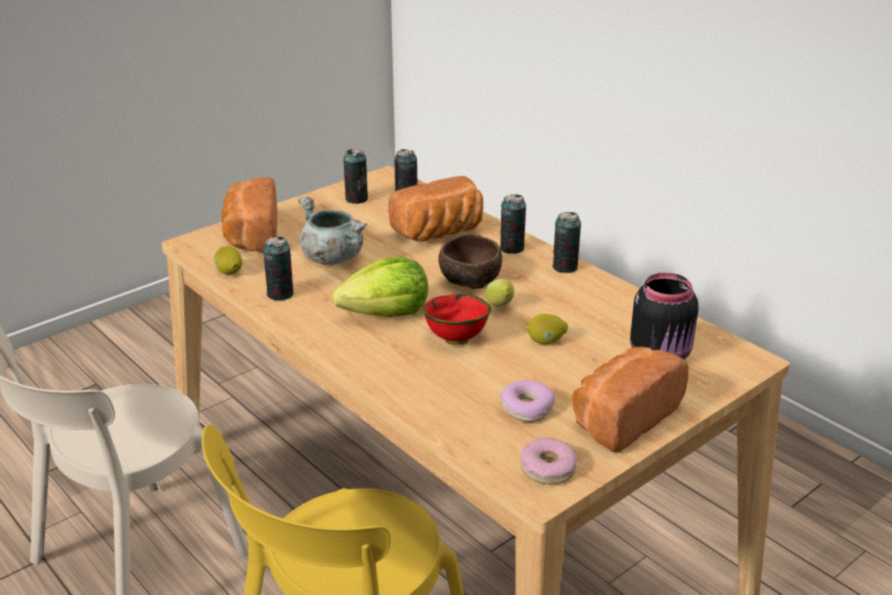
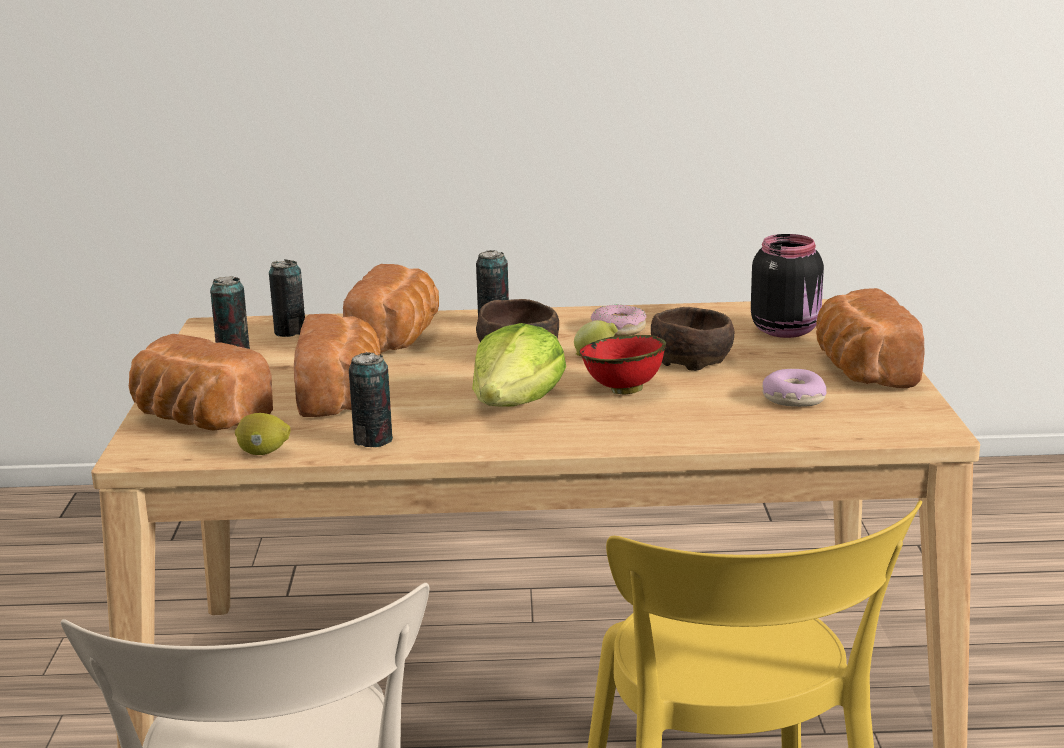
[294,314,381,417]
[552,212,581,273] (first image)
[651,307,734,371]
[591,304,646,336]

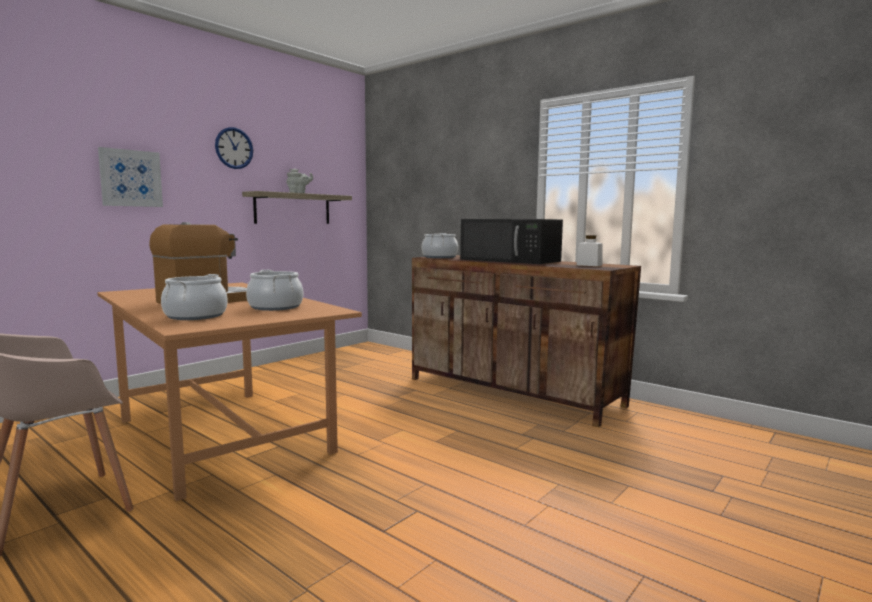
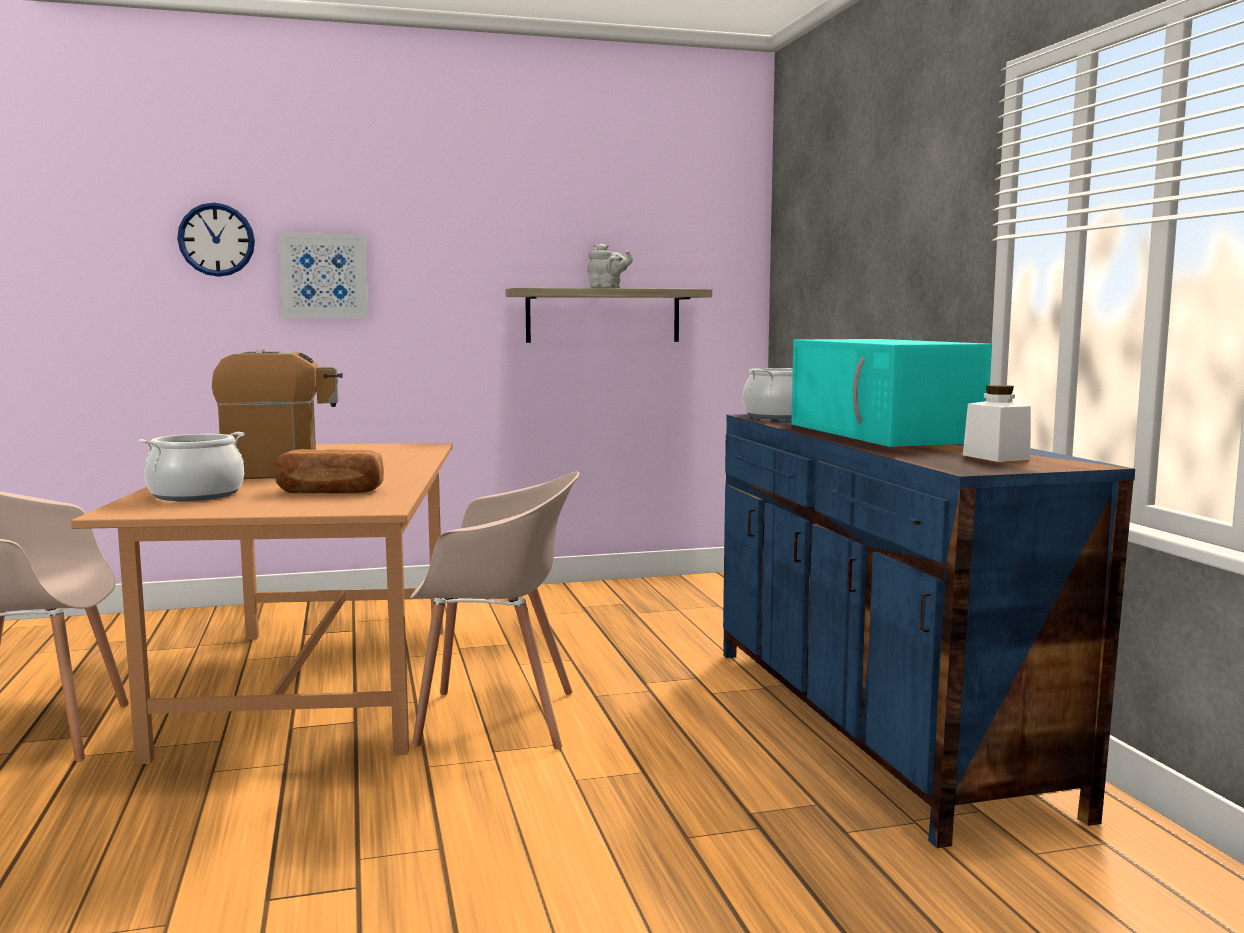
[177,203,255,277]
[791,339,992,447]
[723,414,1135,848]
[274,449,384,493]
[410,471,580,750]

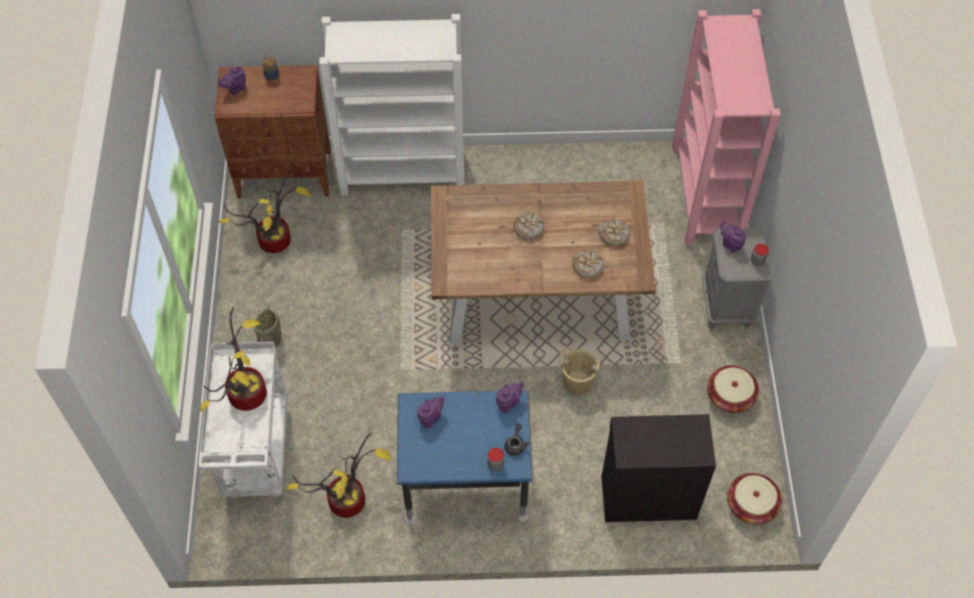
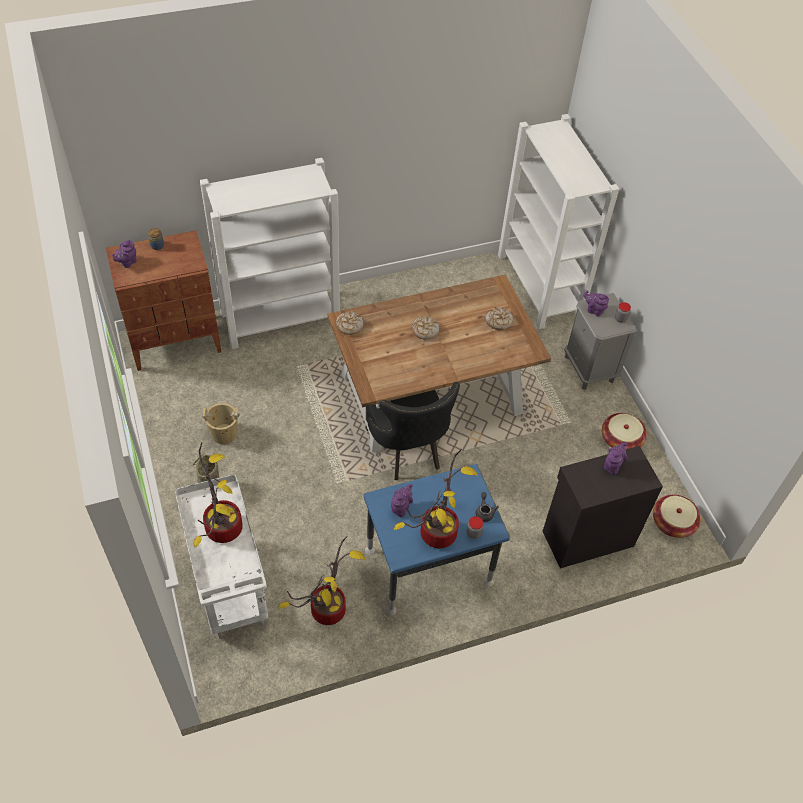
[498,114,619,329]
[393,449,478,548]
[336,311,364,335]
[203,403,240,444]
[604,443,627,475]
[366,382,460,480]

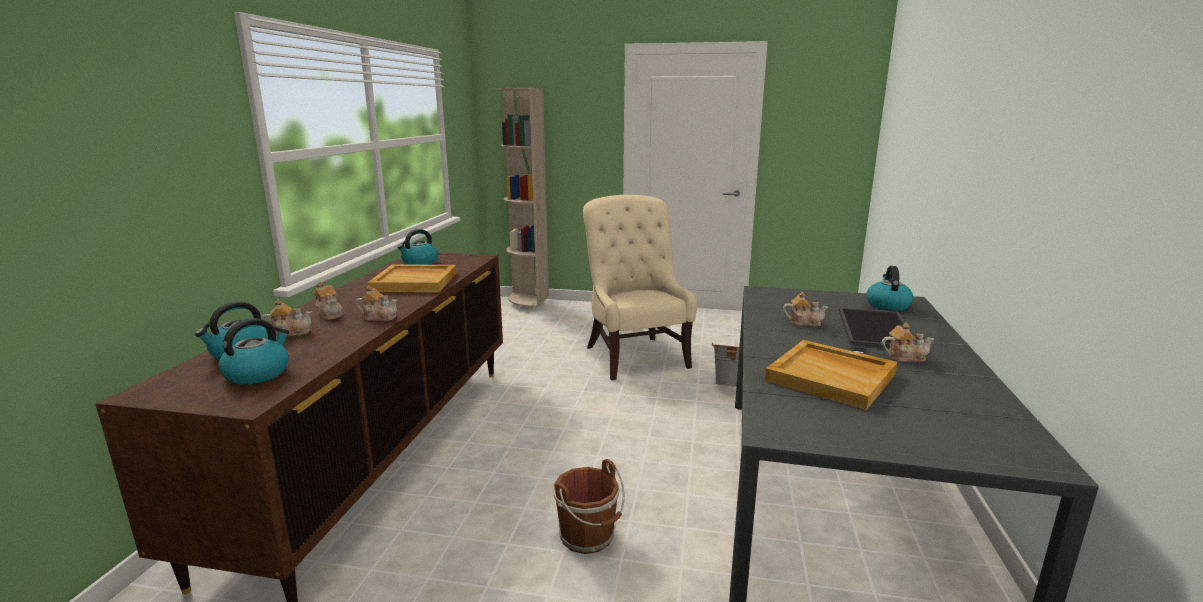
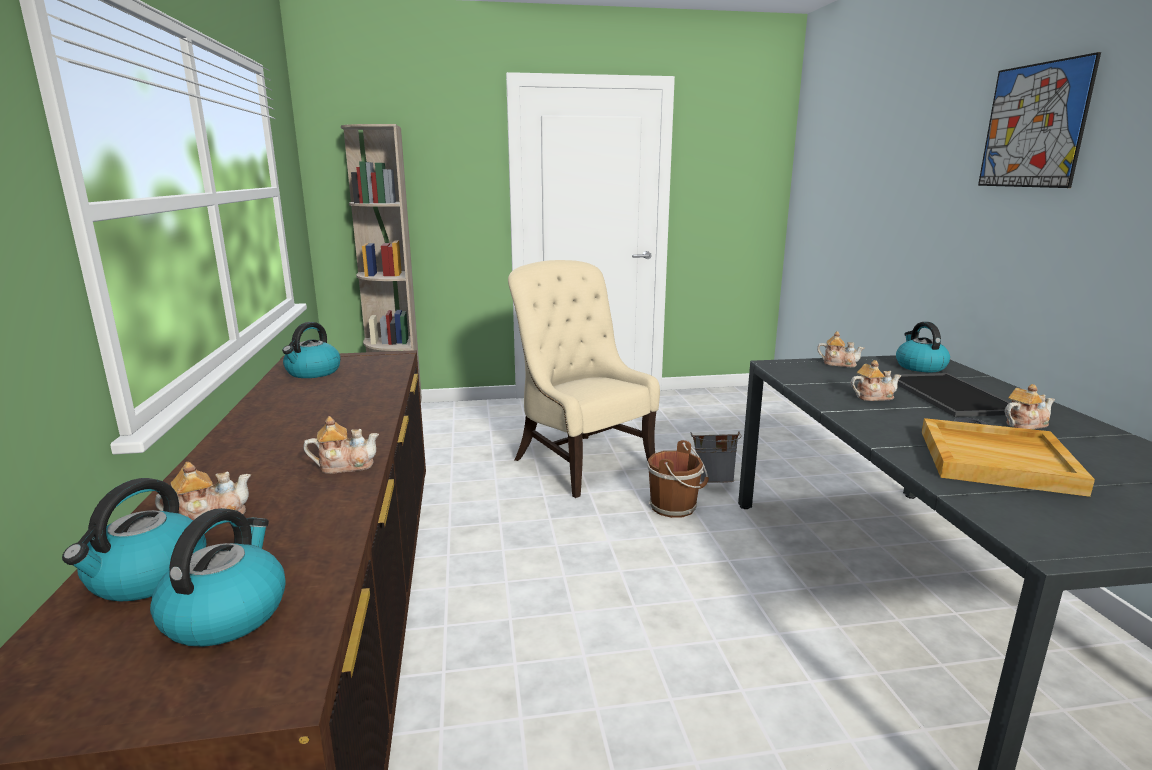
[367,265,456,292] (first image)
[817,331,864,367]
[647,440,709,518]
[978,52,1101,188]

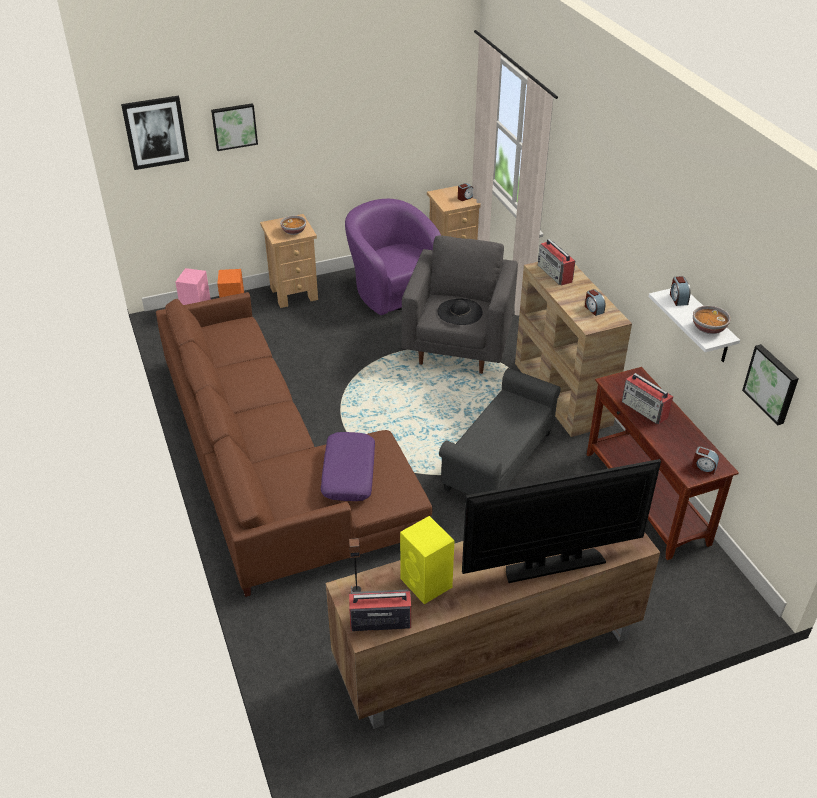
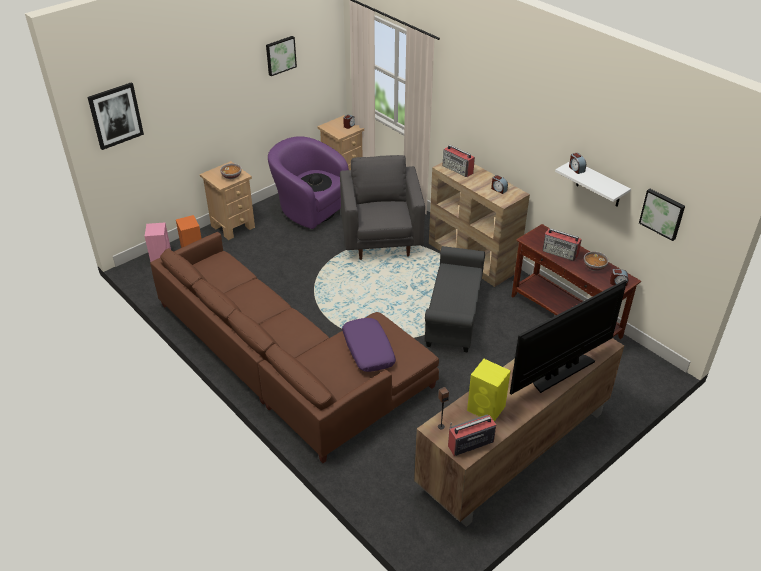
[266,36,297,76]
[301,173,332,192]
[584,251,609,271]

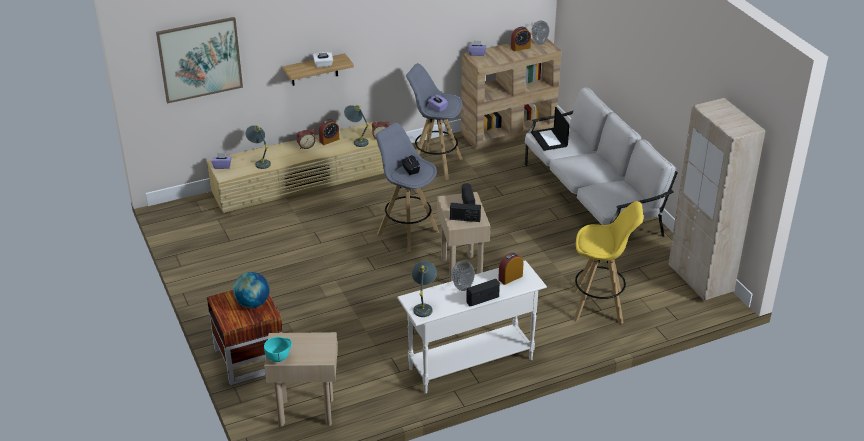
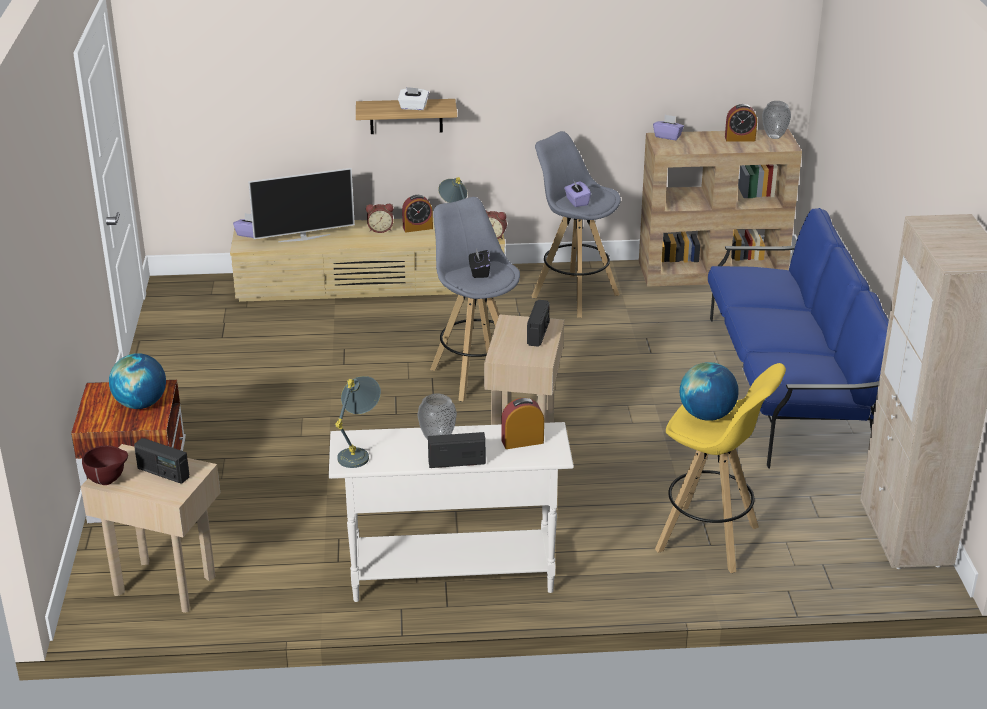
[156,17,243,104] (first image)
[708,208,889,469]
[531,107,570,151] (first image)
[248,168,355,242]
[134,438,189,484]
[82,445,128,485]
[680,362,739,421]

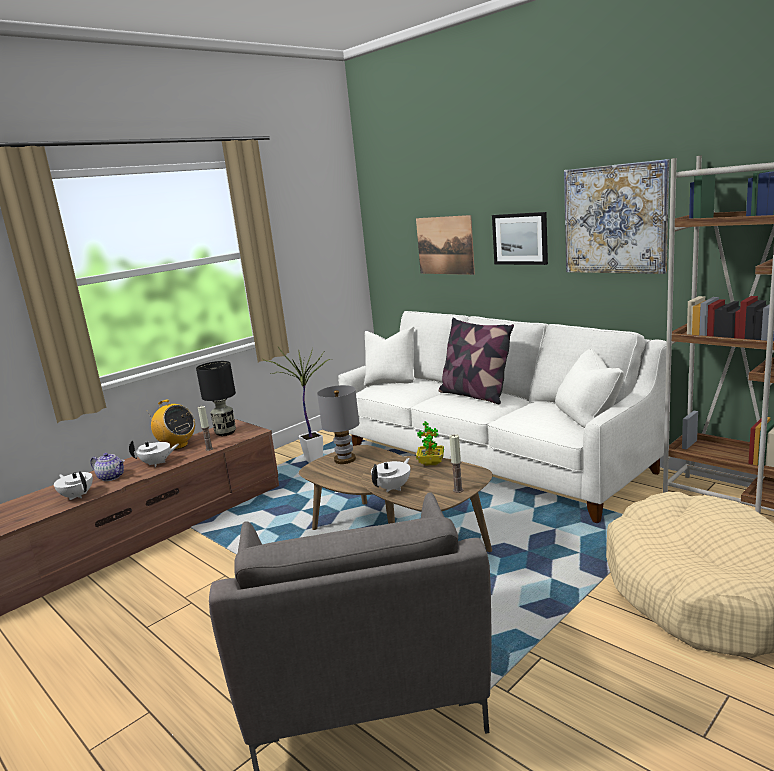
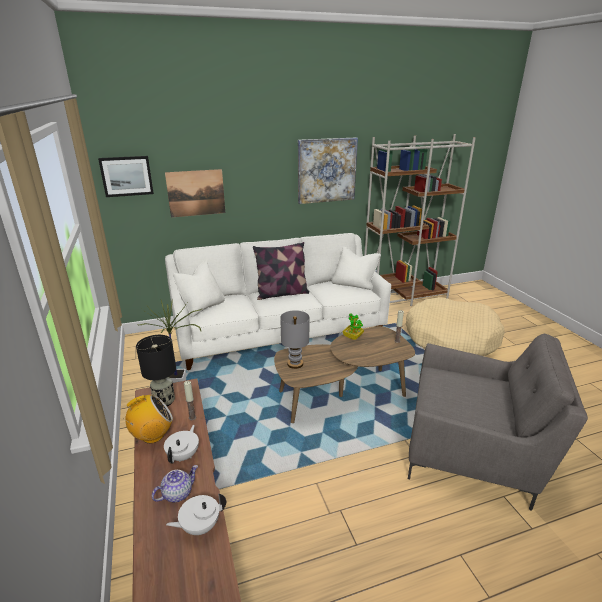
[98,156,154,197]
[371,458,410,492] (first image)

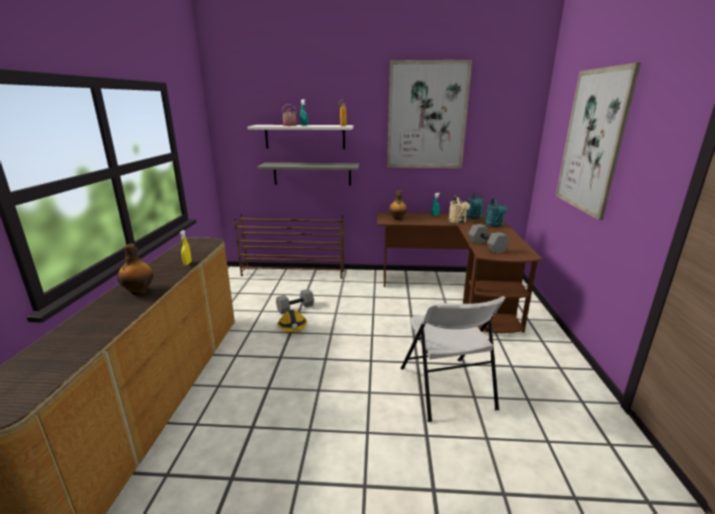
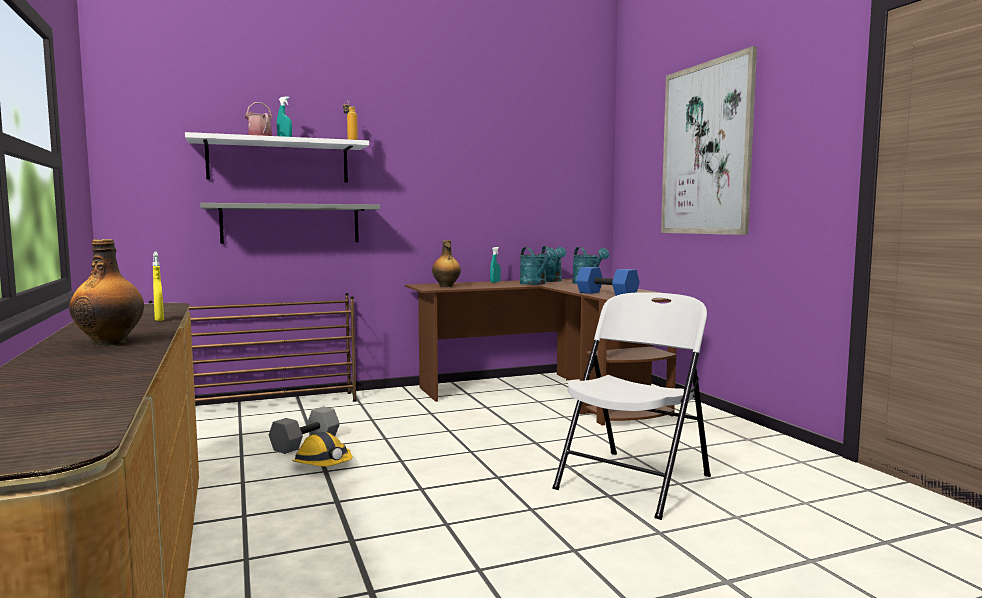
[387,60,472,168] (first image)
[520,247,557,285]
[576,267,640,296]
[552,292,711,520]

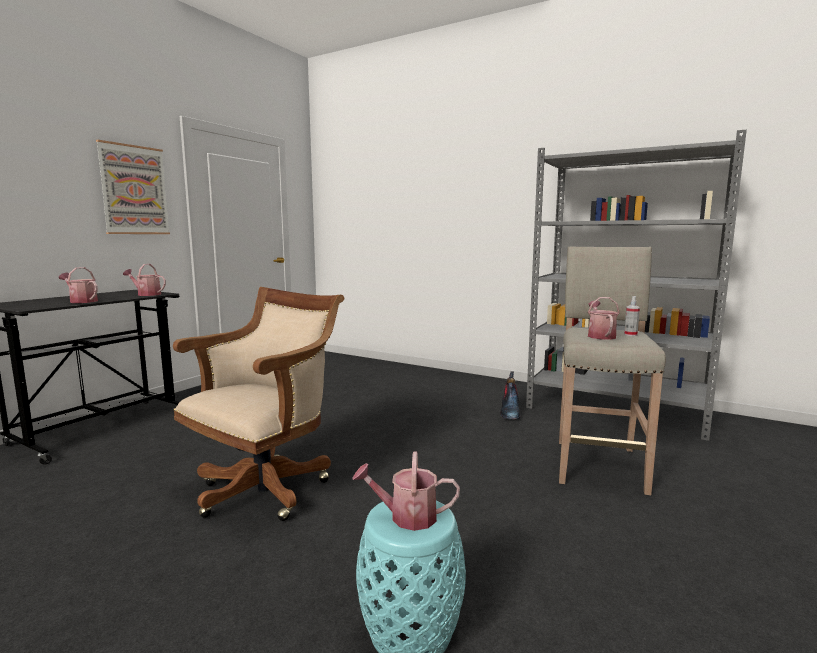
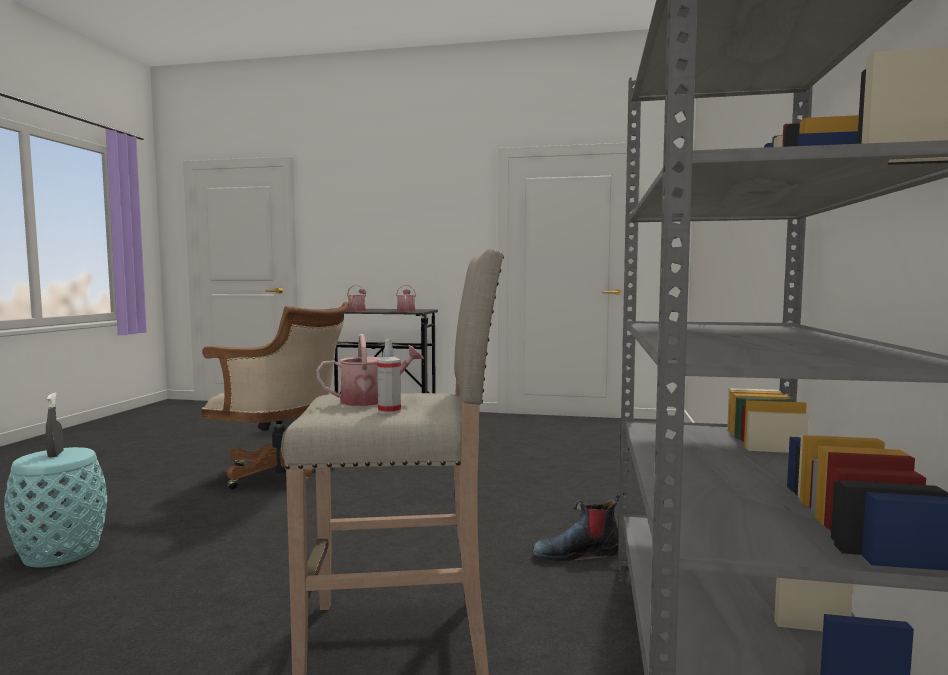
[96,140,170,234] (first image)
[46,393,63,458]

